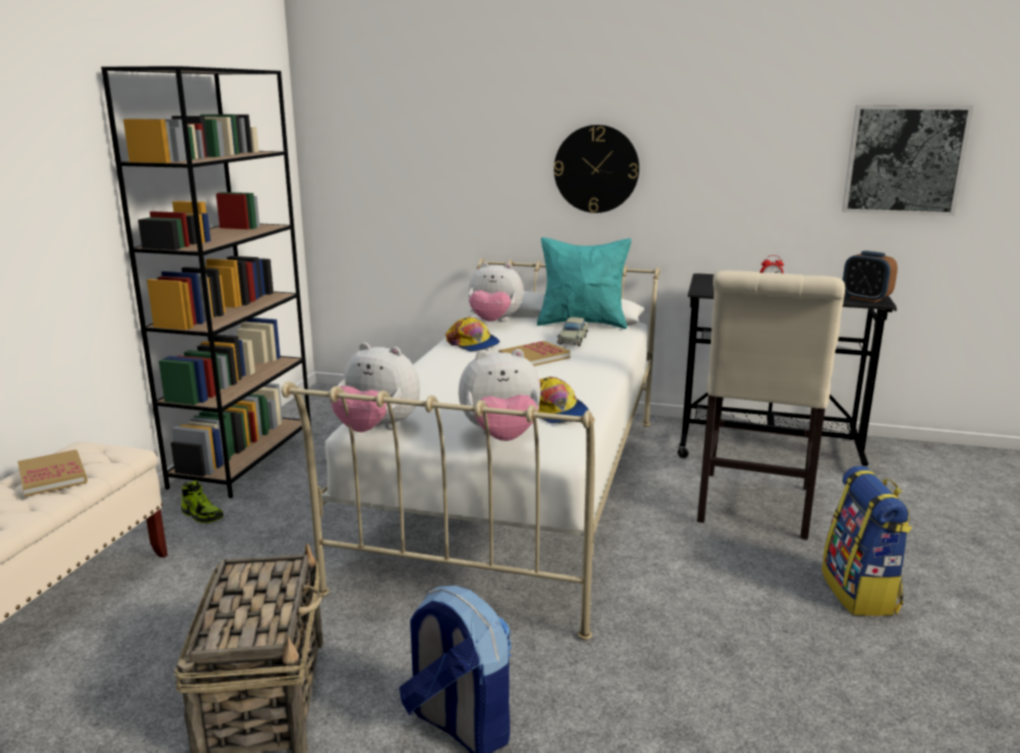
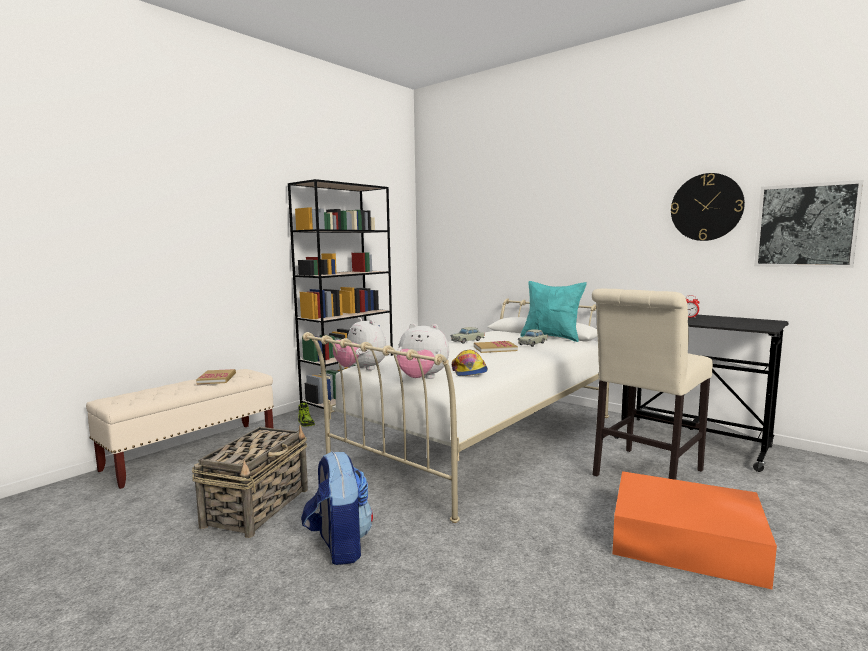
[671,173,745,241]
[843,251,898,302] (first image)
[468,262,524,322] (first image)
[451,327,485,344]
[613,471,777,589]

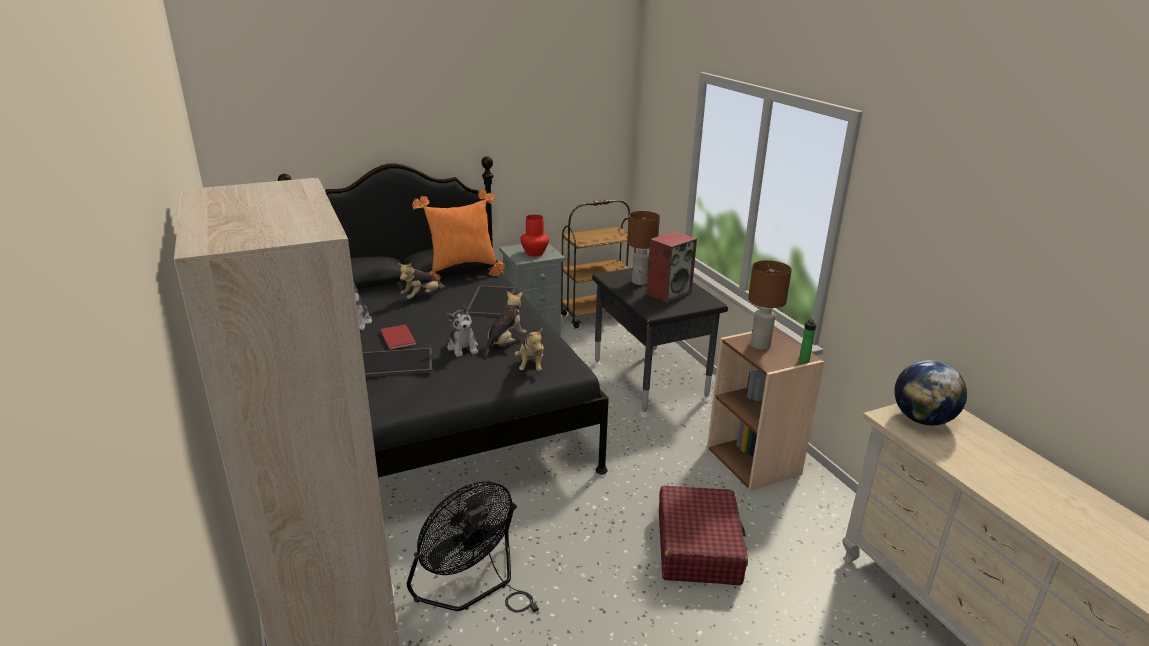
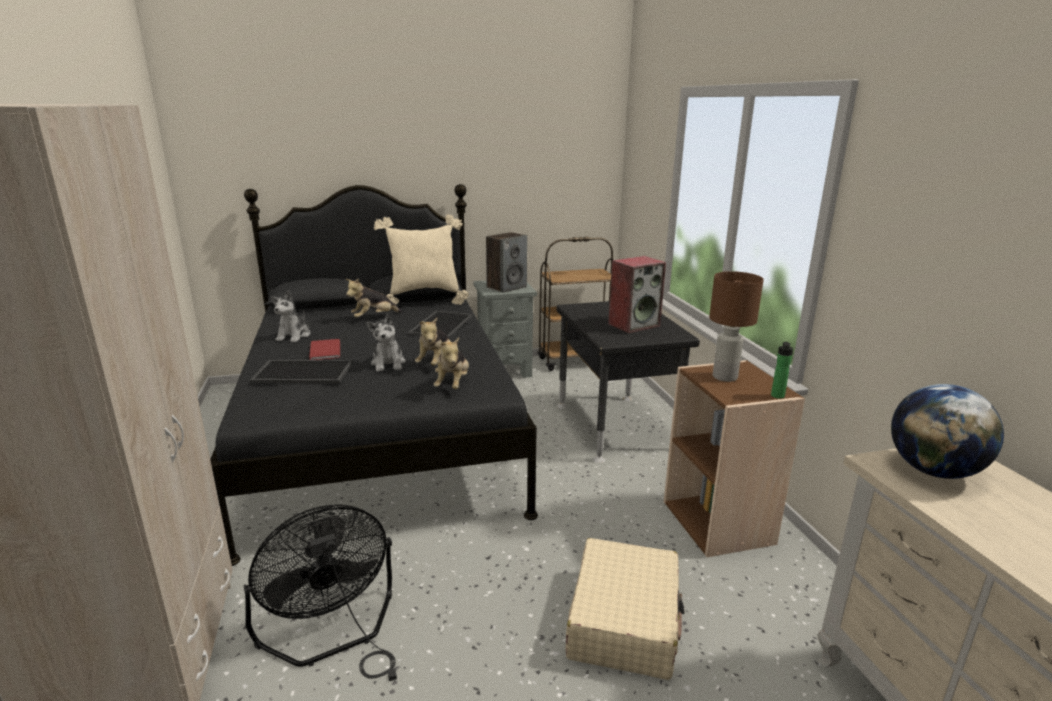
[374,214,469,305]
[627,211,660,285] (first image)
[486,232,527,293]
[415,318,451,366]
[566,538,685,680]

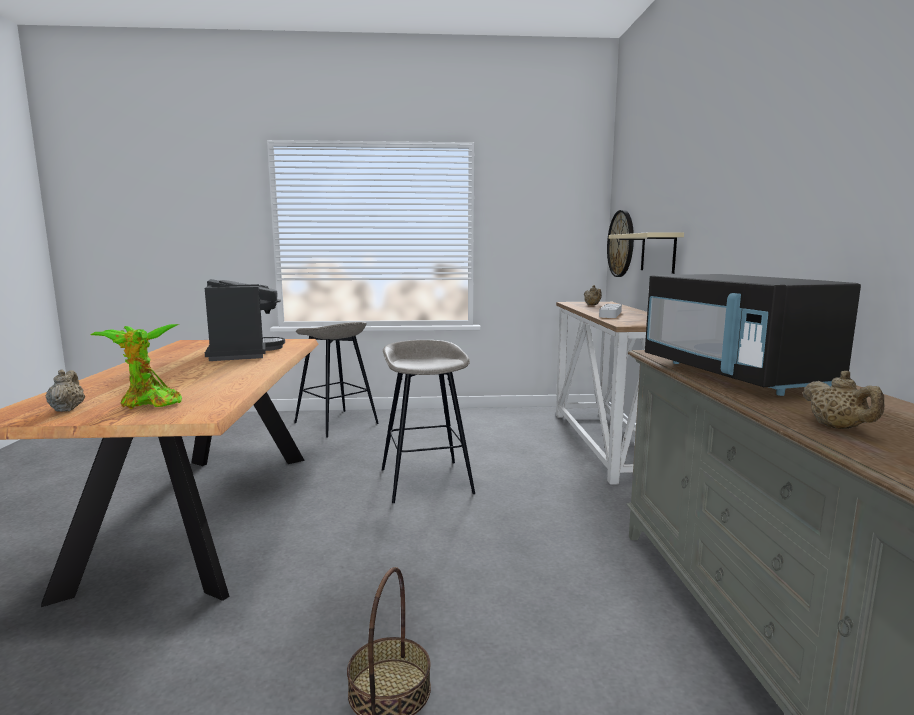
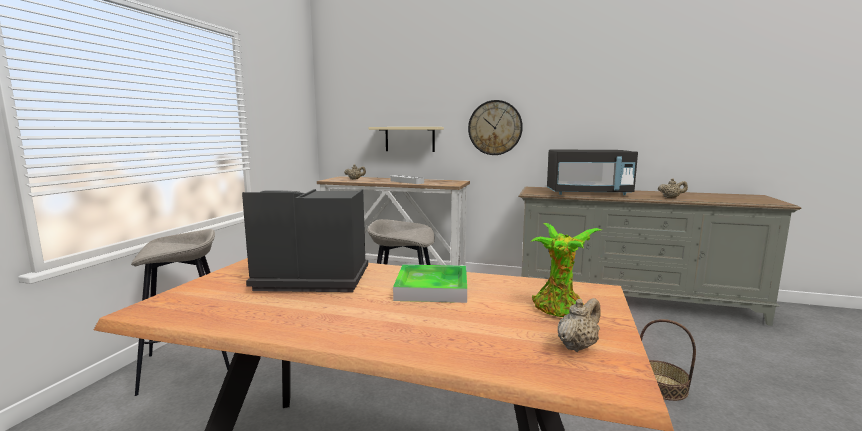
[468,100,523,155]
[558,298,601,352]
[393,264,467,303]

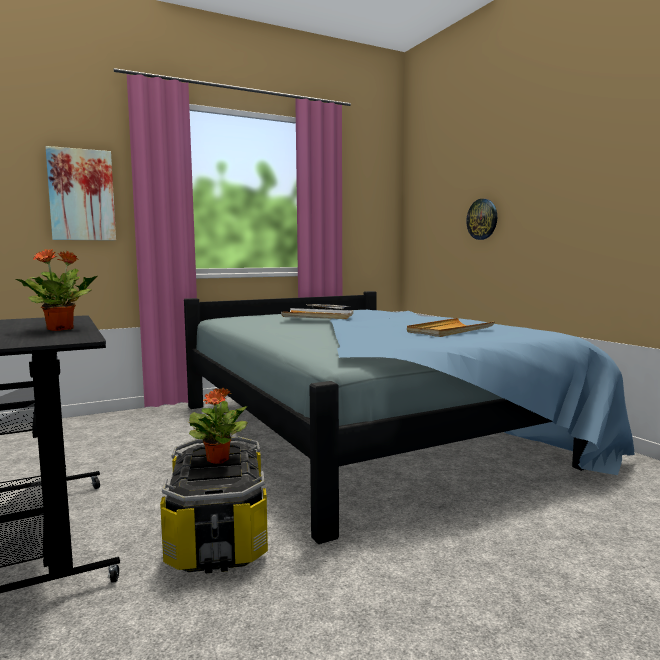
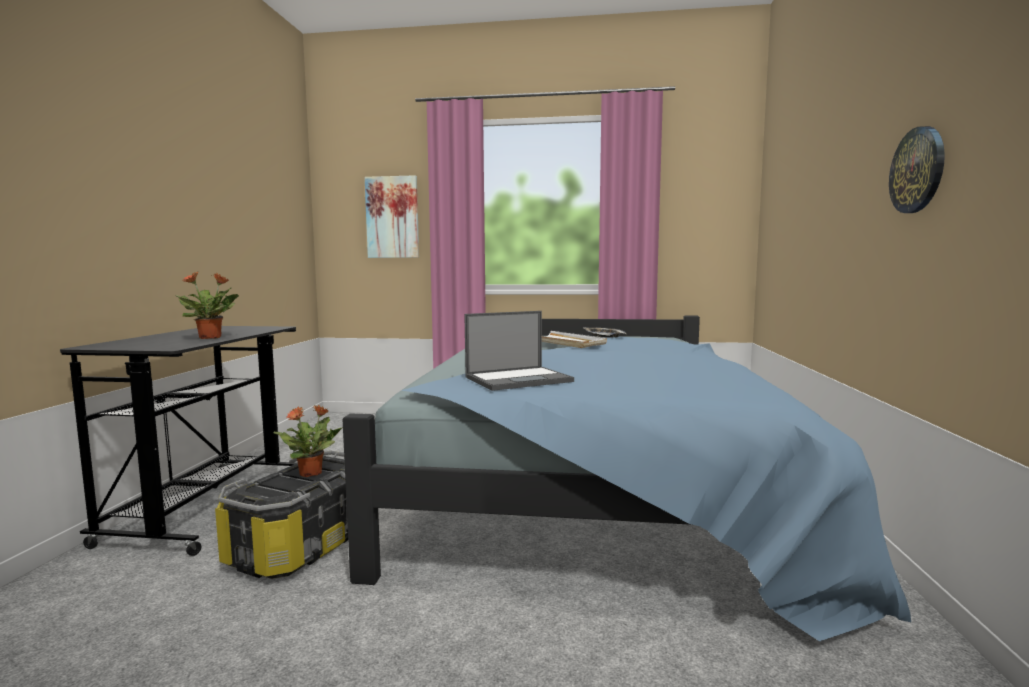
[889,126,945,213]
[407,318,495,337] (first image)
[464,311,574,391]

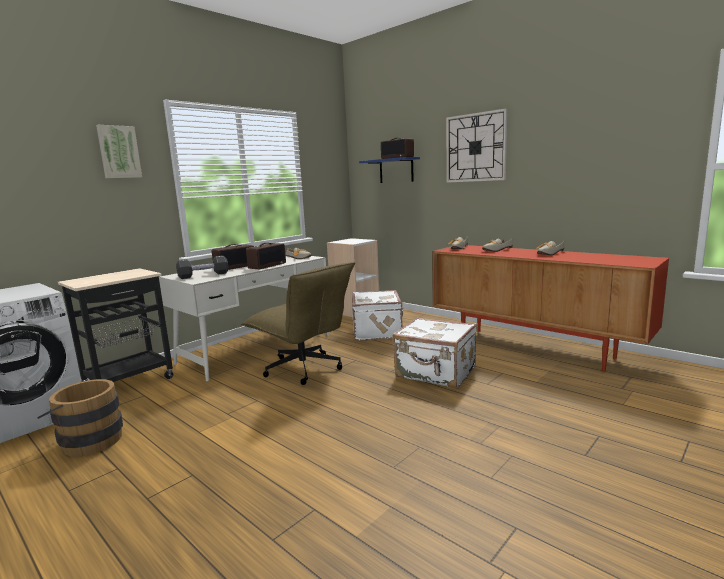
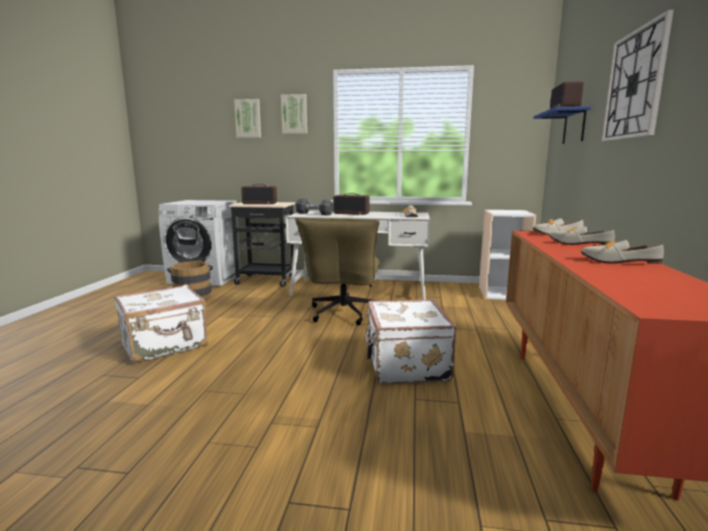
[241,184,277,204]
[114,285,208,364]
[234,99,261,138]

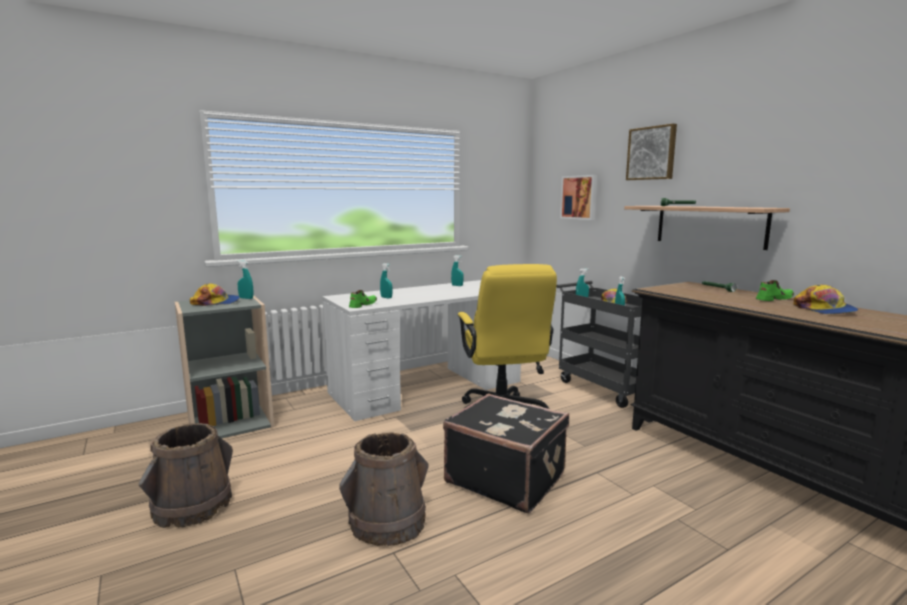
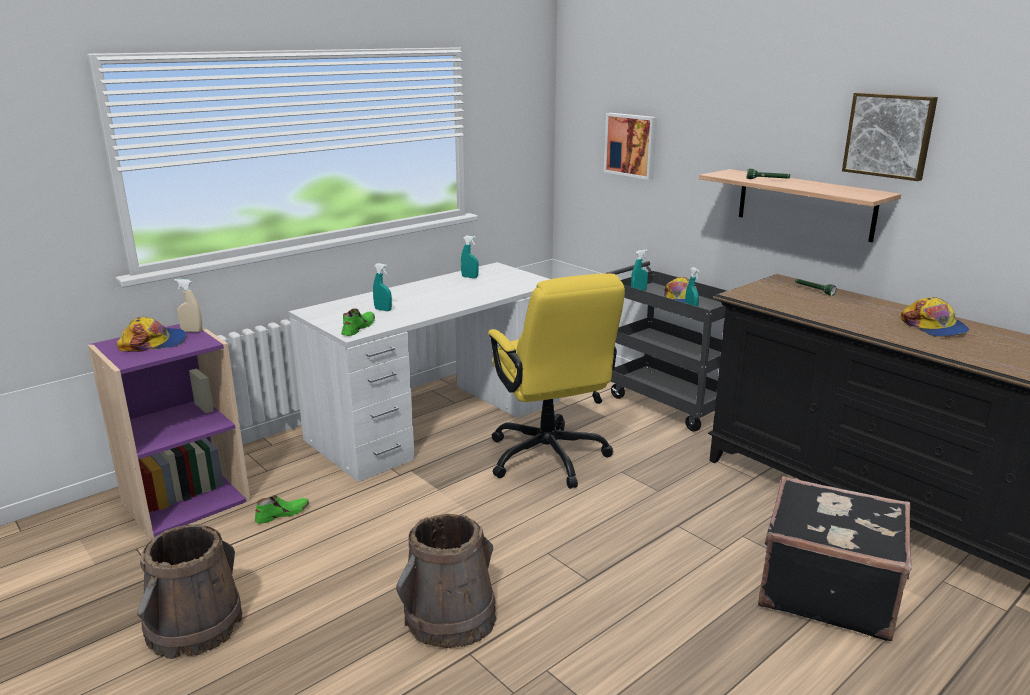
[842,92,938,181]
[174,279,202,332]
[255,495,309,524]
[88,324,251,539]
[758,476,912,641]

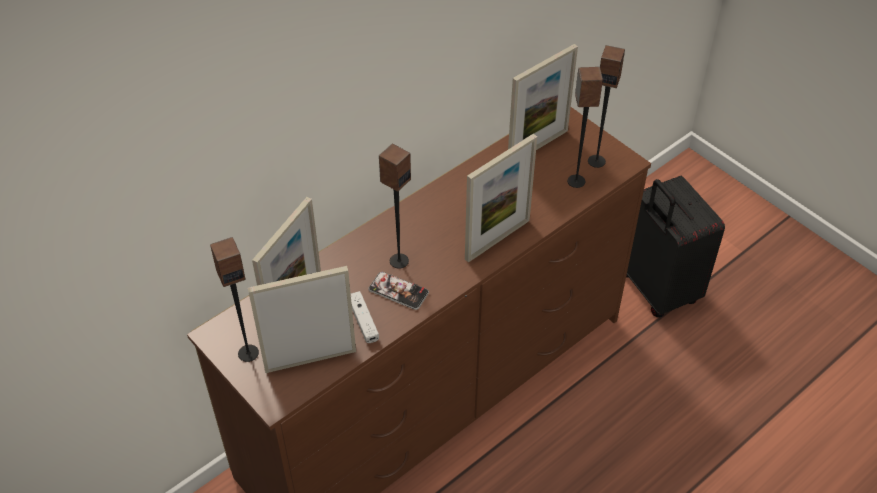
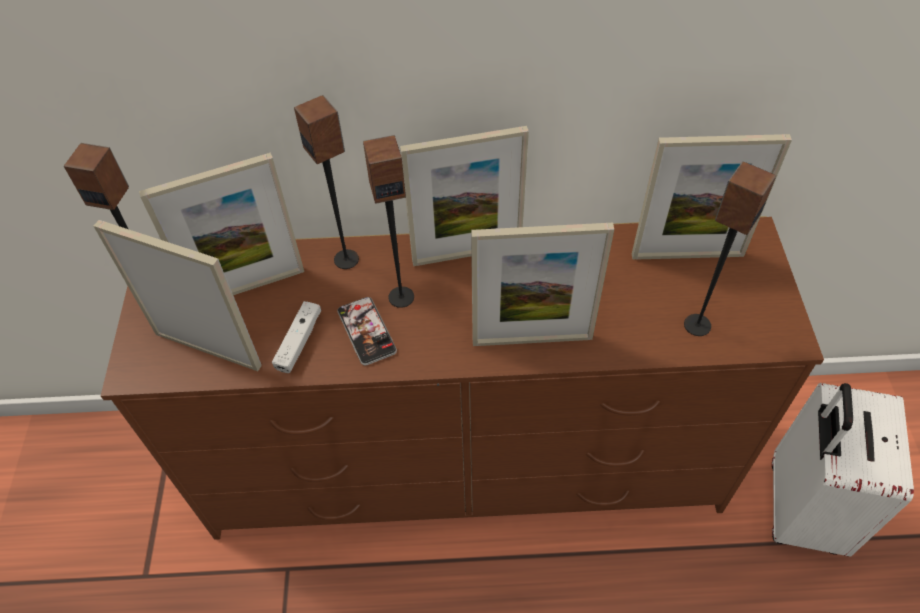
[294,95,359,269]
[772,383,914,557]
[400,126,529,266]

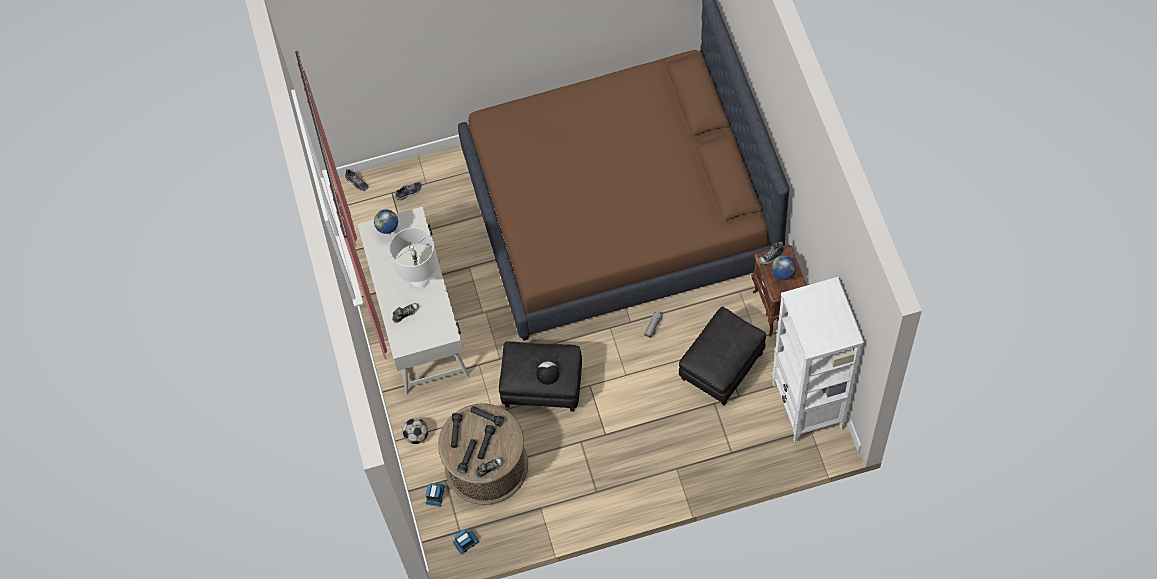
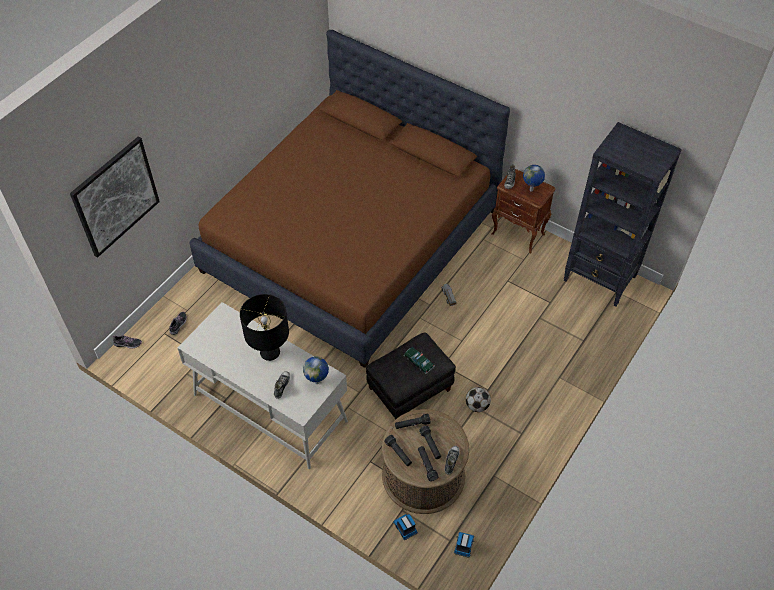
[303,357,329,384]
[240,294,289,361]
[564,122,682,306]
[679,306,766,406] (first image)
[403,347,435,374]
[466,387,491,412]
[70,137,160,258]

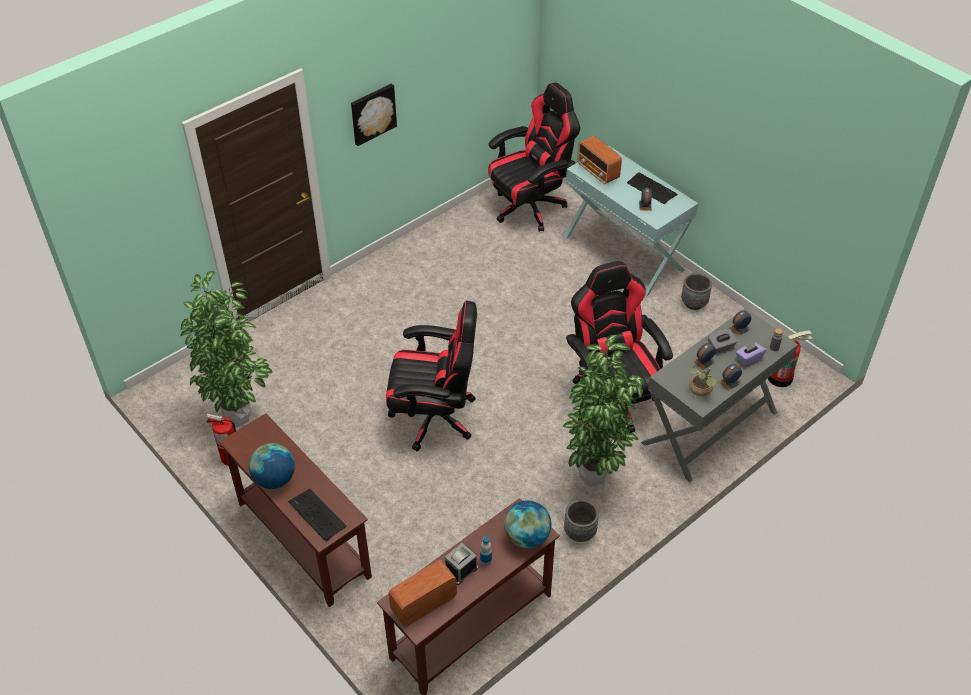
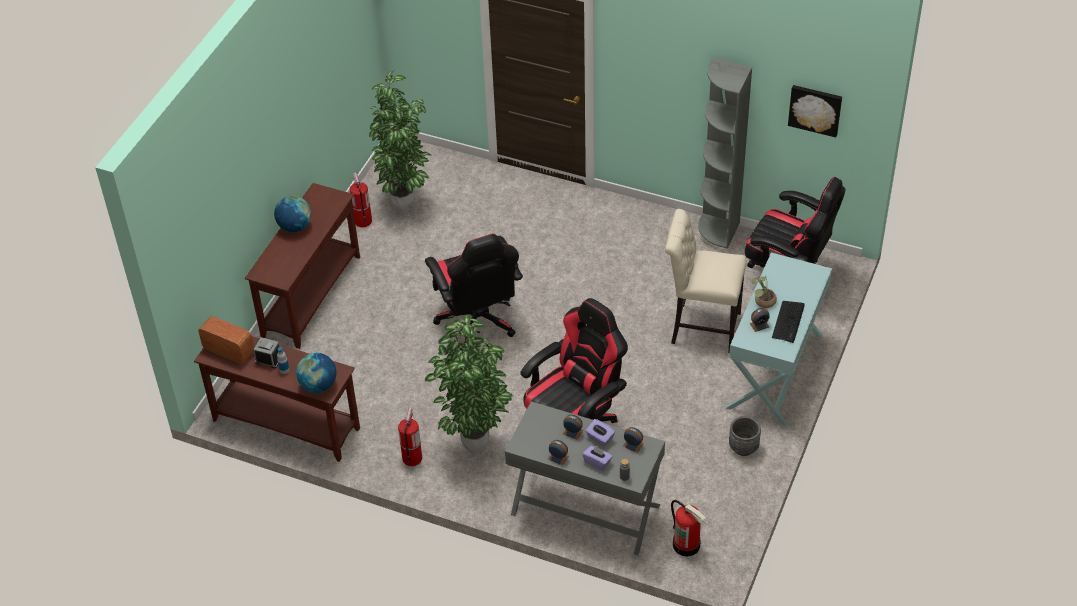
[788,85,842,137]
[577,136,622,184] (first image)
[586,419,615,447]
[752,276,777,308]
[288,489,347,542] (first image)
[398,408,422,466]
[698,58,752,249]
[665,209,746,353]

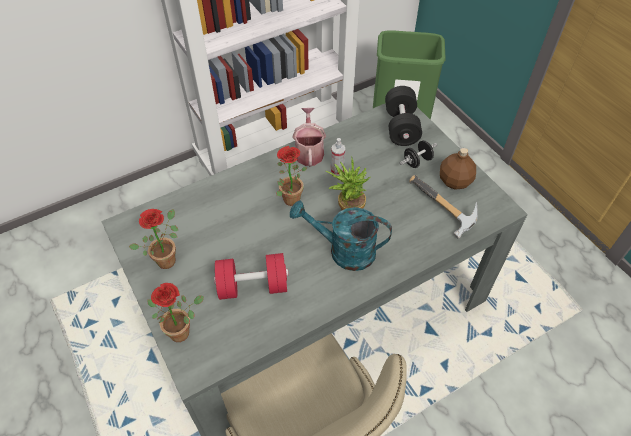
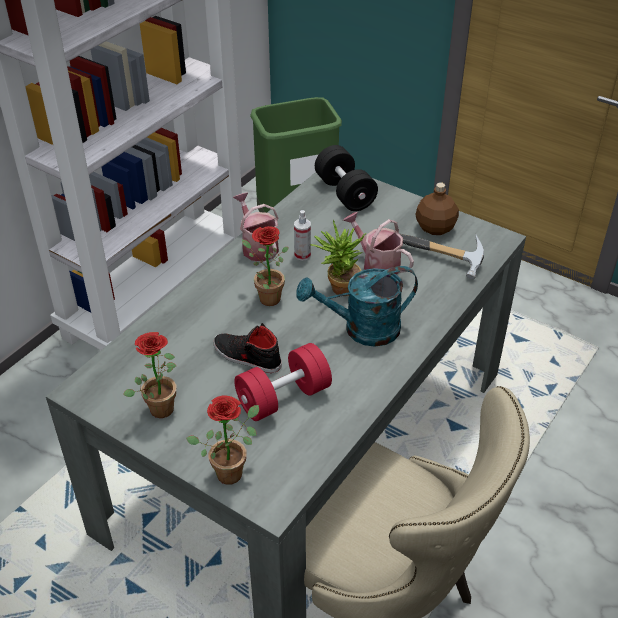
[400,140,437,168] (first image)
[343,212,414,275]
[214,323,282,373]

